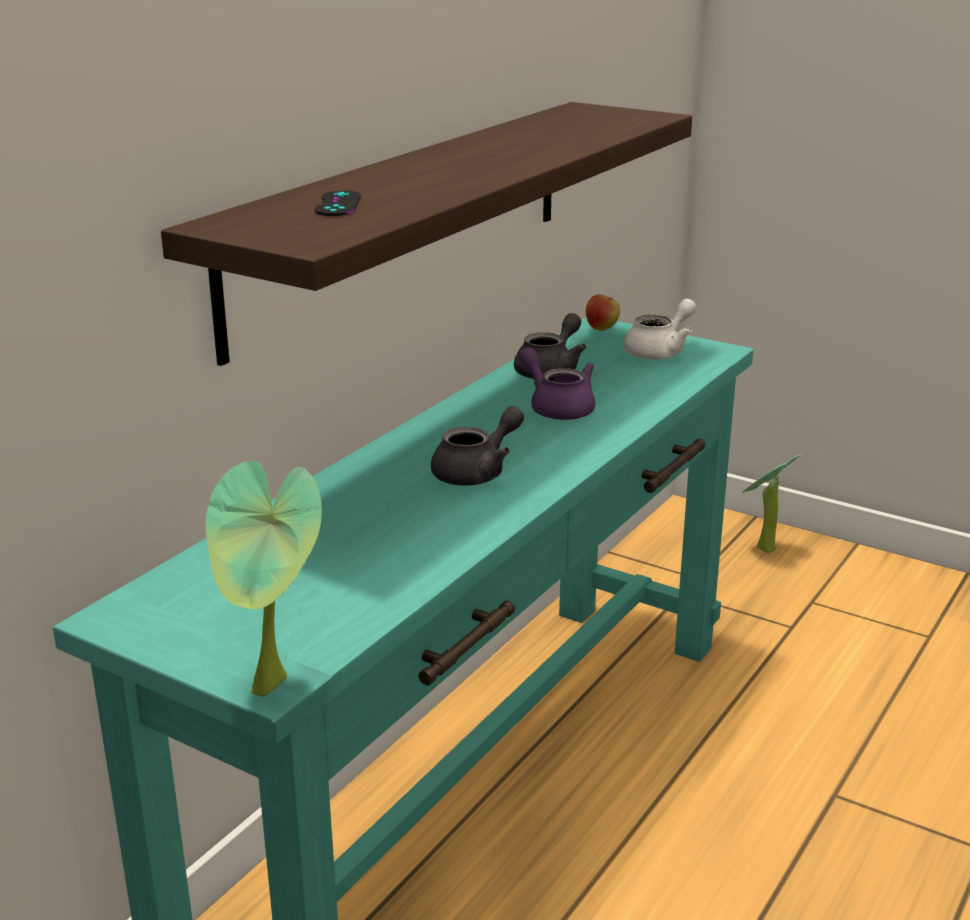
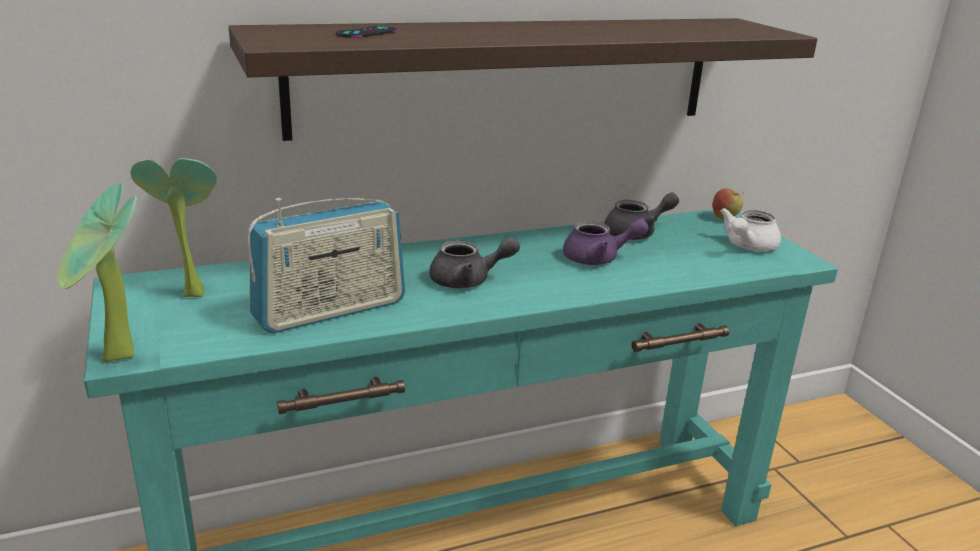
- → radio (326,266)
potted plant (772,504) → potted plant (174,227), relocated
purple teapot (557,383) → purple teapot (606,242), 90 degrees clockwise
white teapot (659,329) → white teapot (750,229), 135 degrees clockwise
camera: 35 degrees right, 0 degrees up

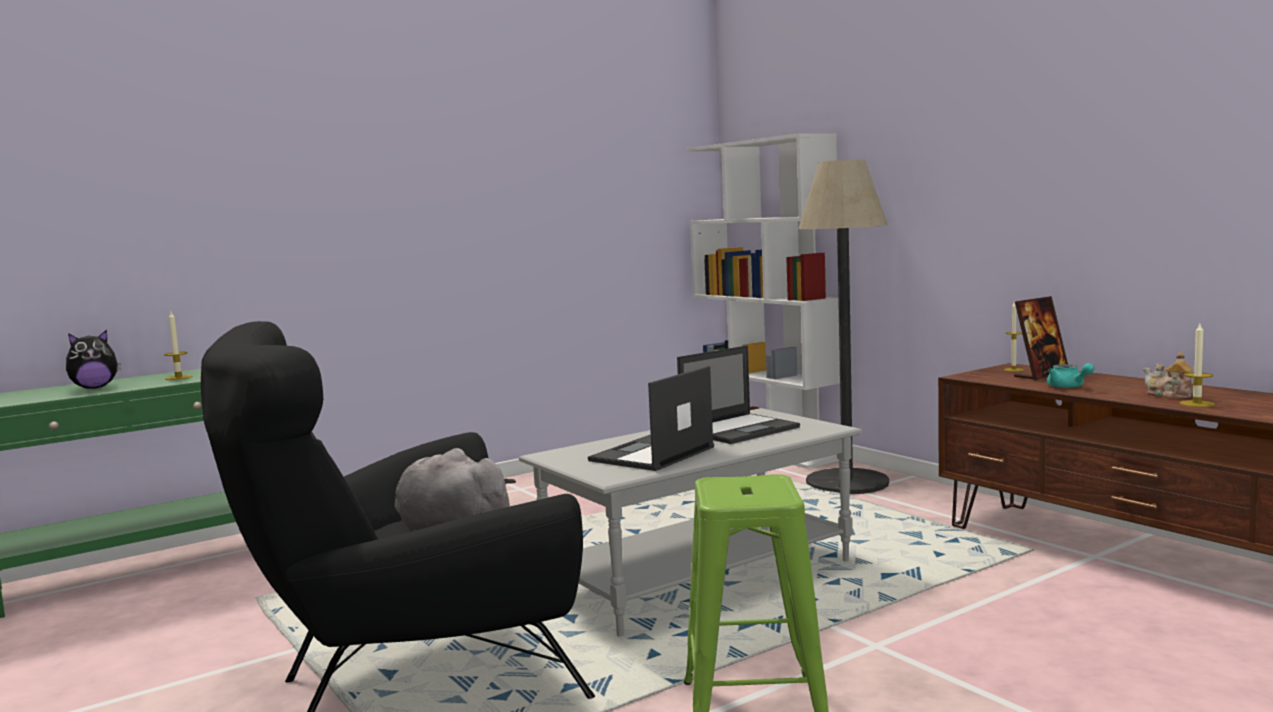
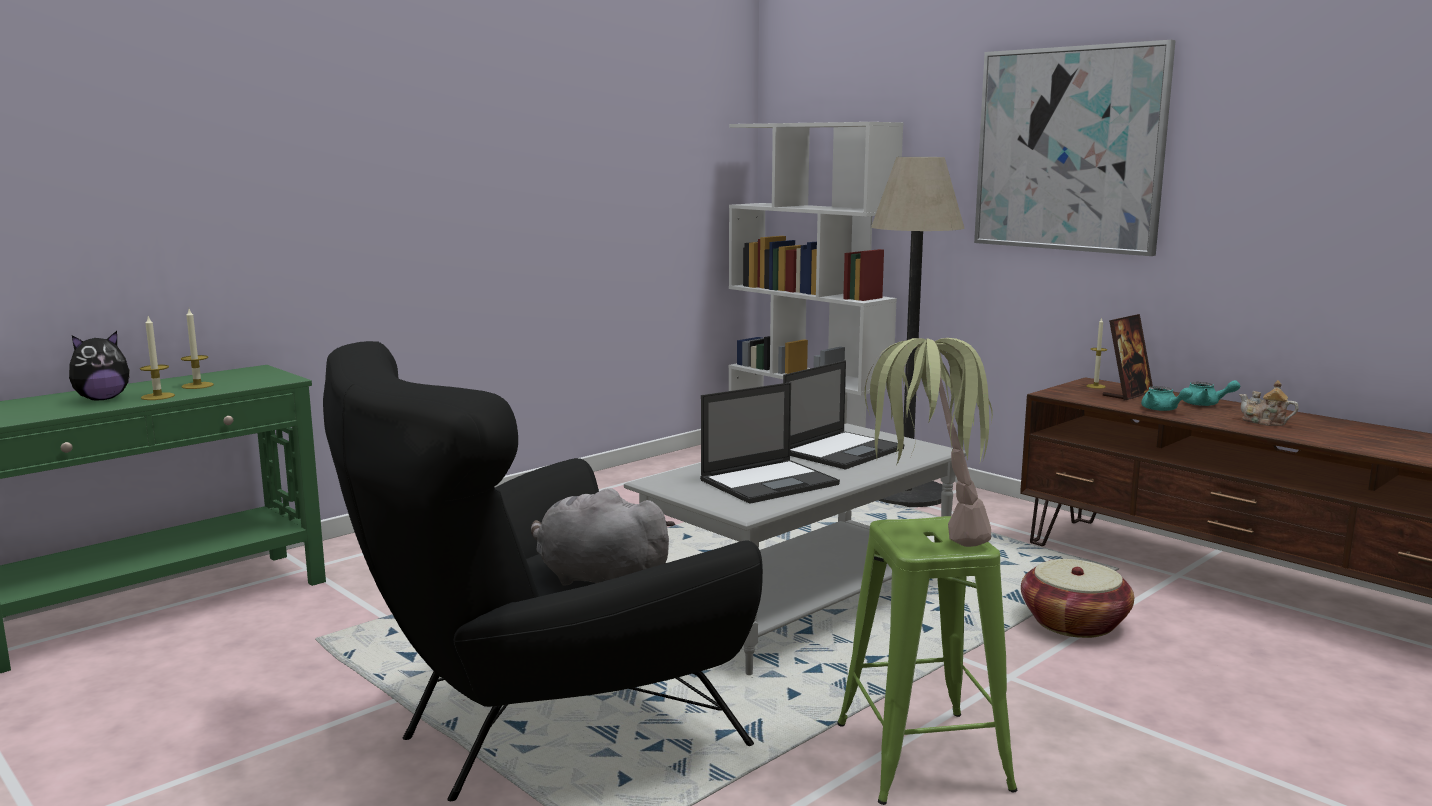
- → potted plant (929,442)
- → picture (1075,148)
- → basket (1077,598)
- → turquoise teapot (1211,393)
candle (1197,365) → candle (157,358), relocated
laptop (651,418) → laptop (770,443), 150 degrees counterclockwise
camera: 10 degrees left, 5 degrees up

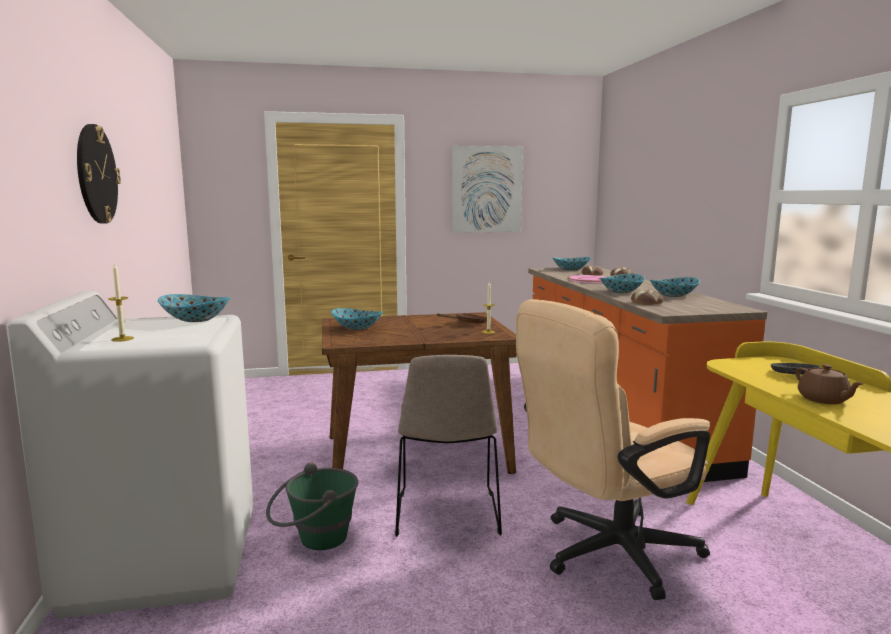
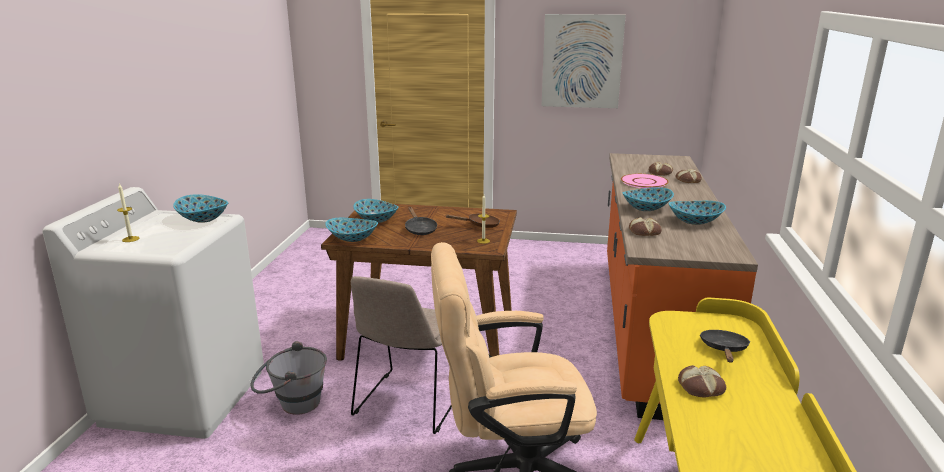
wall clock (99,174) → -
- → black frying pan (421,221)
bowl (571,264) → bowl (351,230), relocated
brown teapot (829,384) → bread (702,381)
green bucket (312,506) → grey bucket (288,378)
camera: 20 degrees right, 10 degrees up

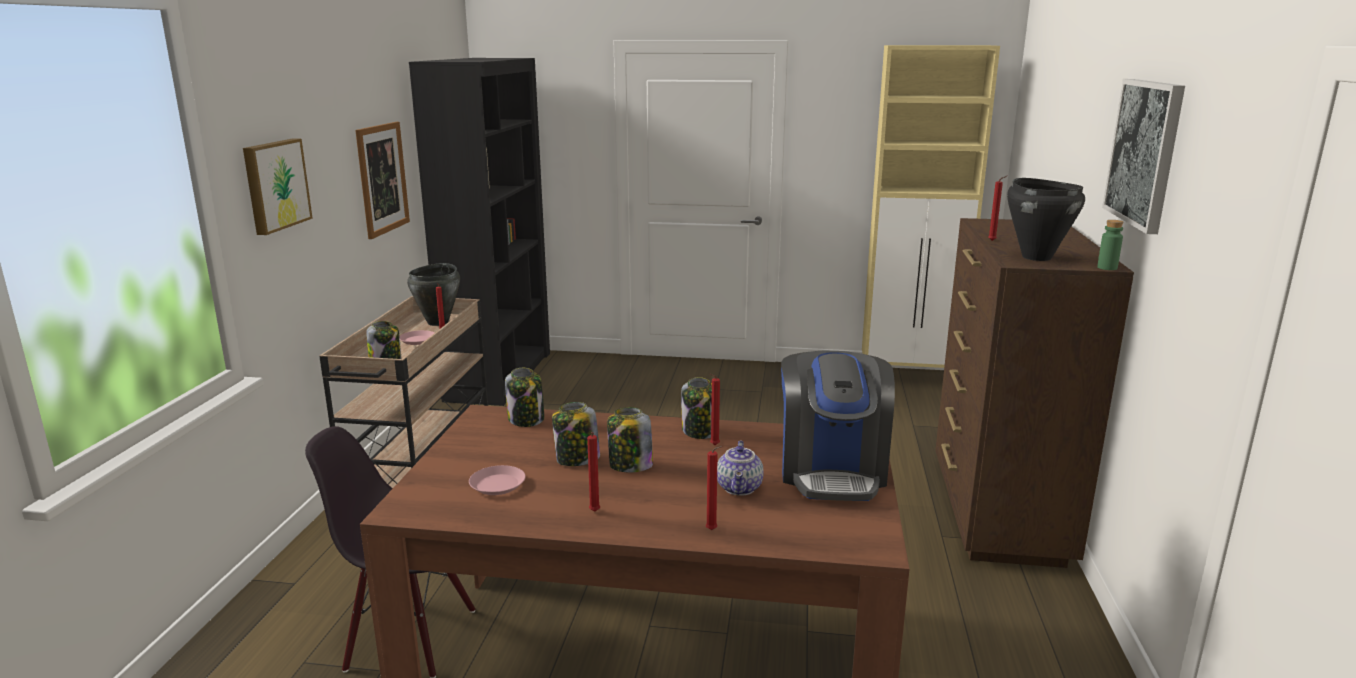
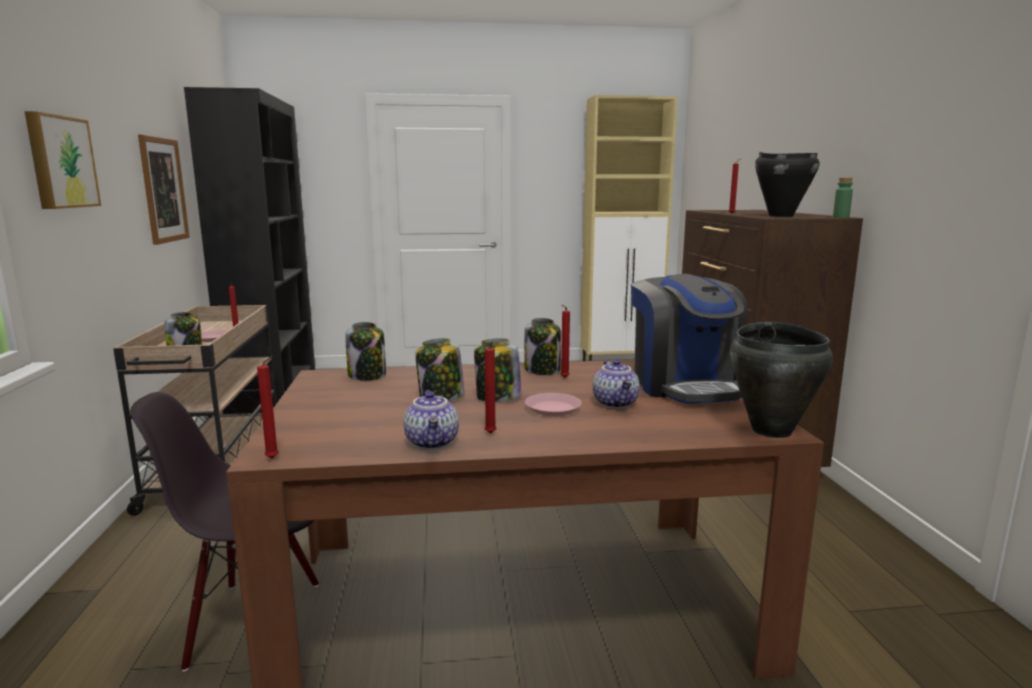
picture (1143,156) → -
- → teapot (431,420)
black cooking pot (433,294) → black cooking pot (781,380), relocated
pink plate (497,480) → pink plate (553,404), relocated
red candle (713,488) → red candle (268,407), relocated
camera: 15 degrees left, 5 degrees down

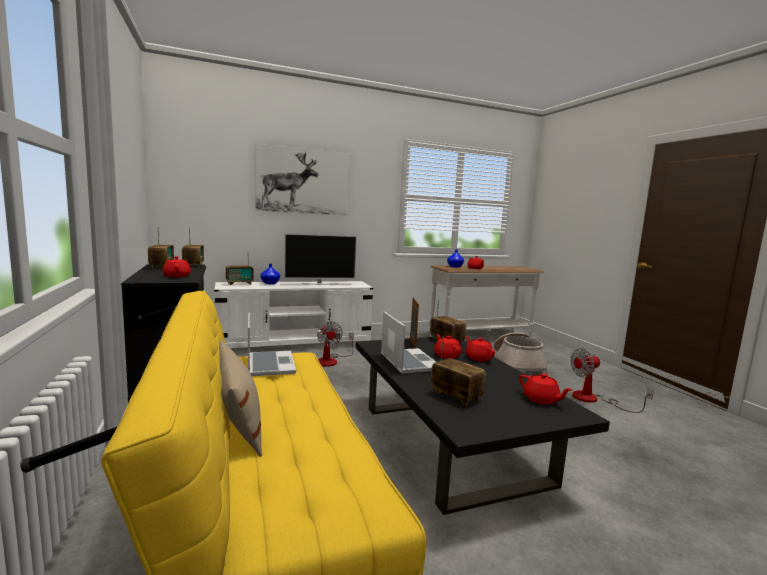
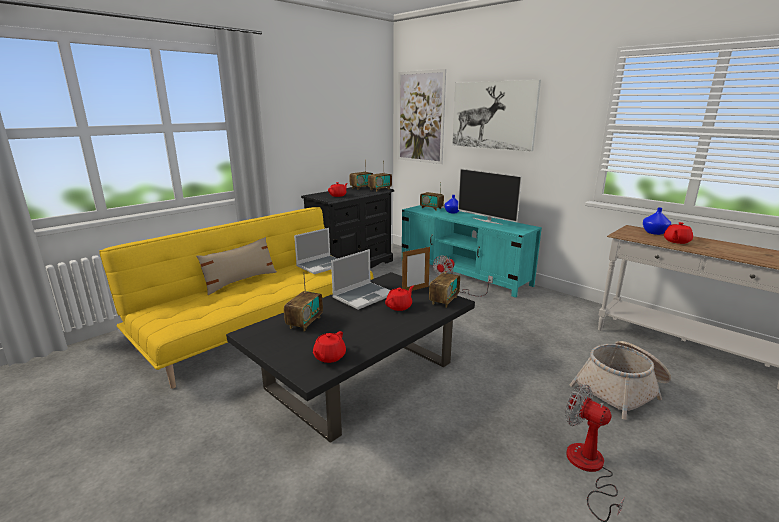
red teapot (480,349) → -
- → picture (422,116)
white tv stand (293,314) → turquoise tv stand (472,251)
camera: 65 degrees right, 10 degrees up

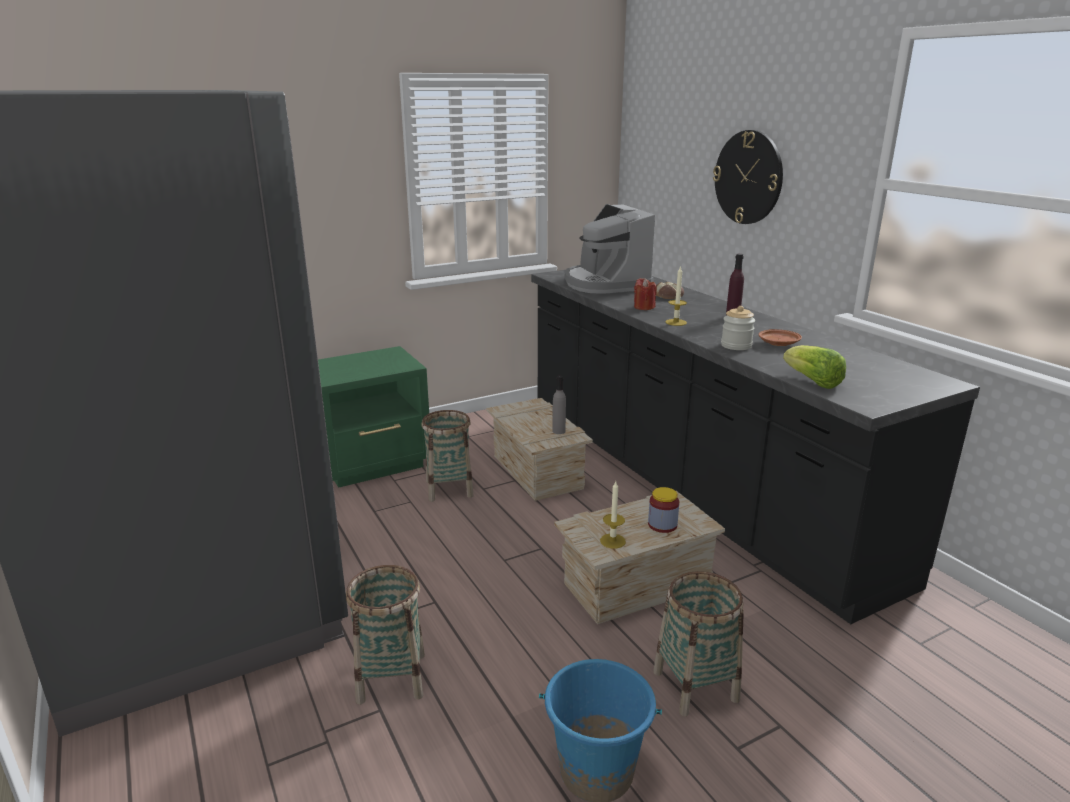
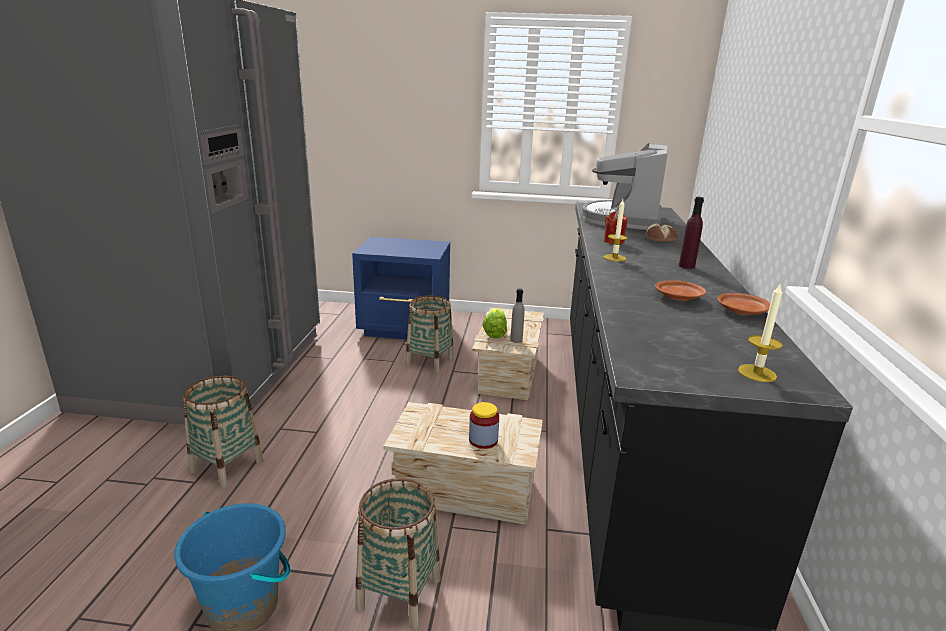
wall clock (748,177) → -
jar (738,328) → -
- → brown plate (744,304)
candle (613,515) → candle (760,333), relocated
lettuce (814,367) → lettuce (494,323), relocated
green nightstand (373,417) → blue nightstand (401,288)
camera: 35 degrees right, 0 degrees up

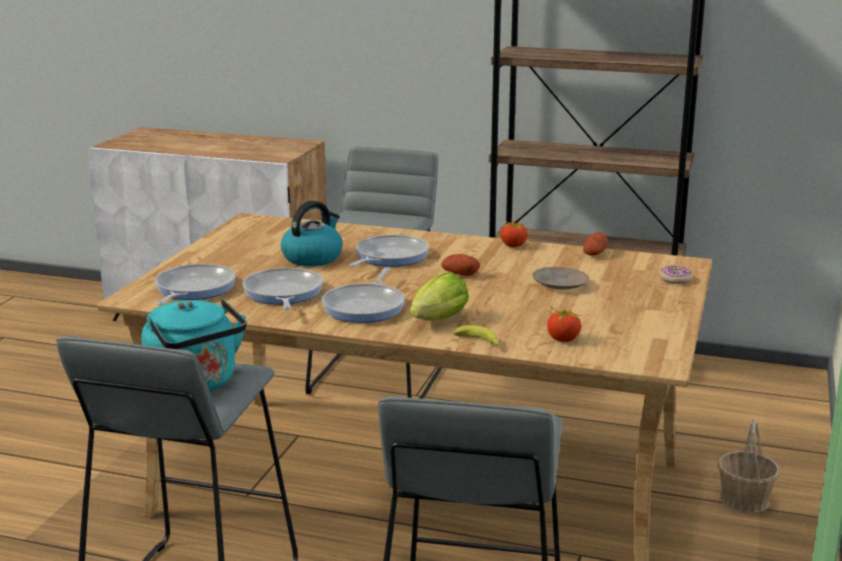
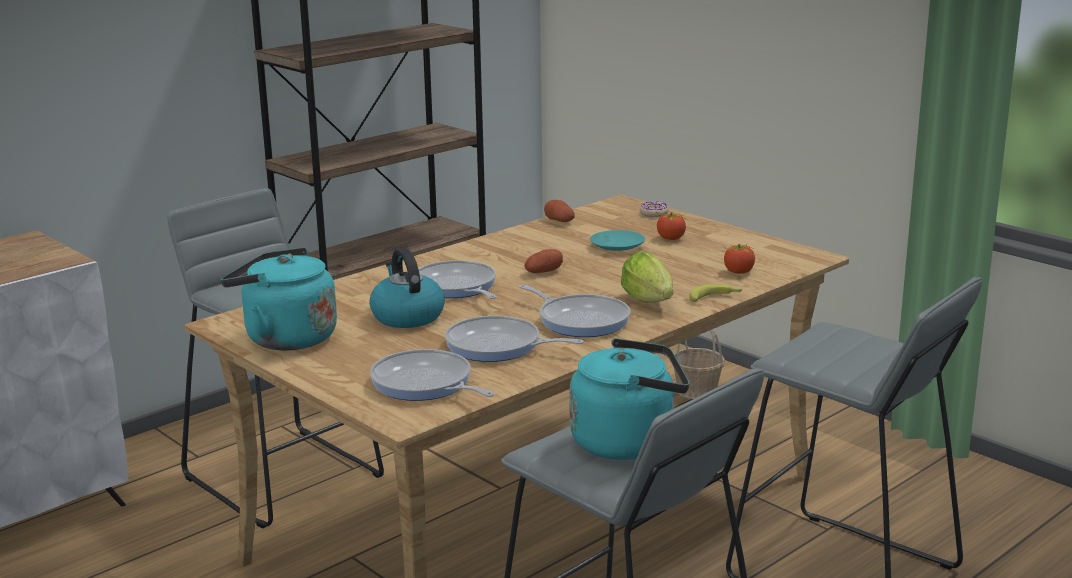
- → turquoise kettle (279,299)
tomato (514,232) → tomato (672,226), relocated
beige plate (560,278) → turquoise plate (617,240)
camera: 60 degrees left, 0 degrees up

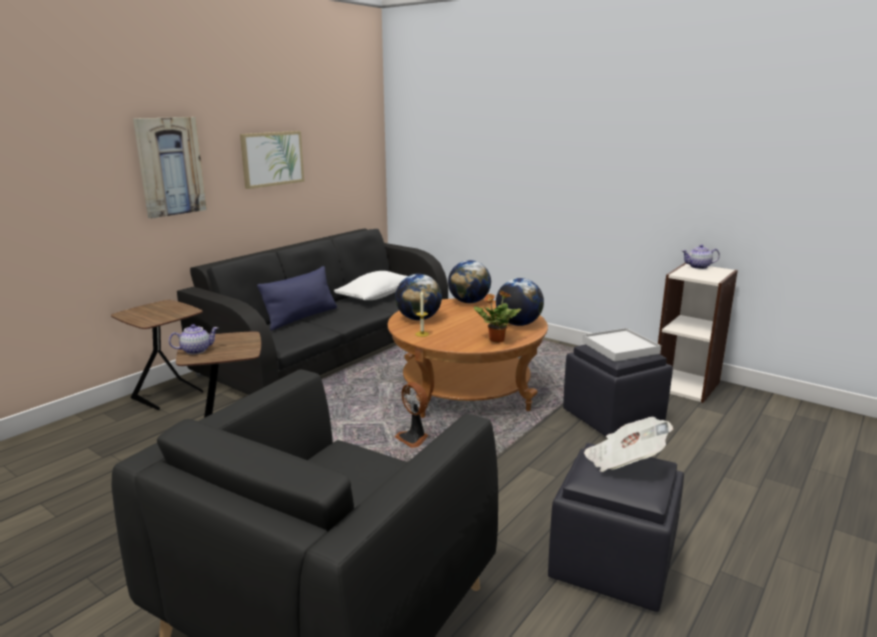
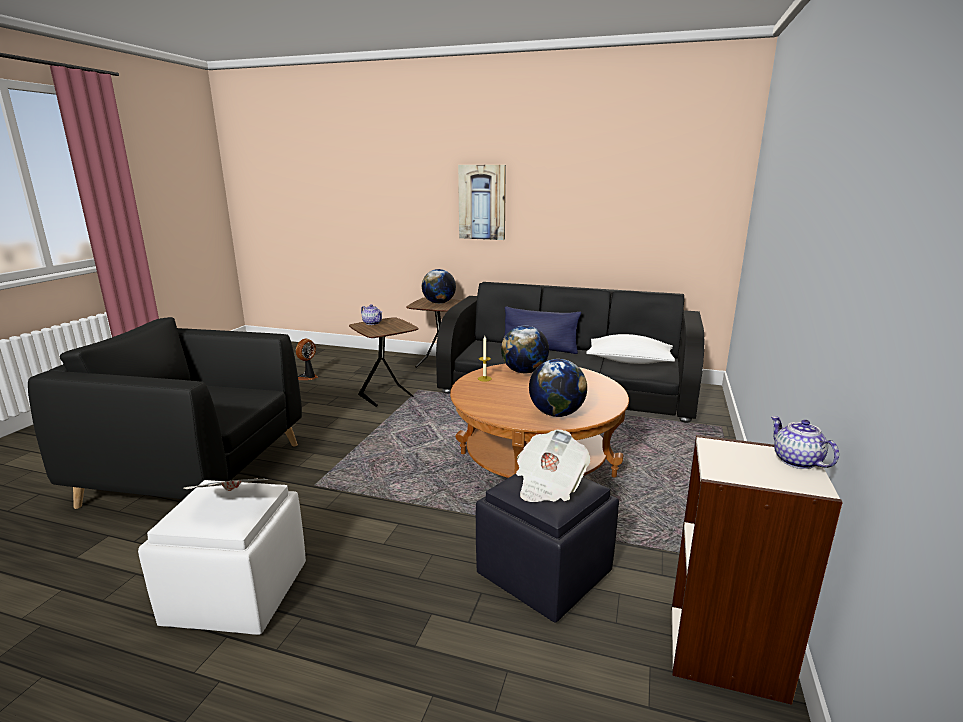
picture (272,160) → -
potted plant (497,316) → -
fan (412,415) → fan (307,359), relocated
globe (469,281) → globe (439,286), relocated
white tray (621,345) → newspaper (553,465)
black ottoman (616,527) → white ottoman (222,557)
camera: 70 degrees right, 0 degrees up

